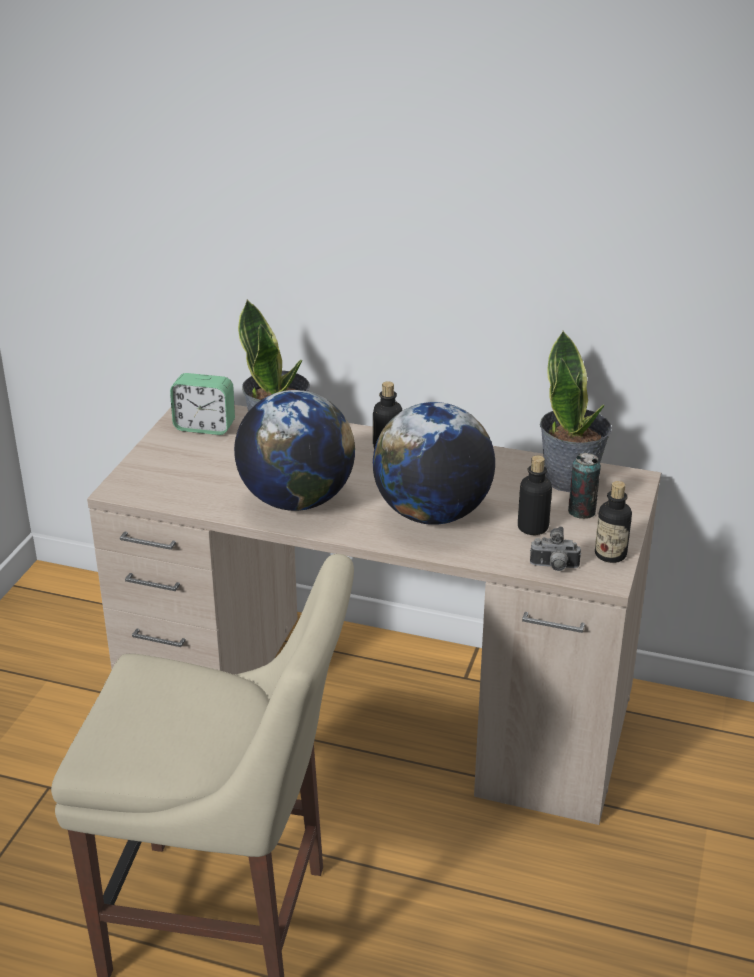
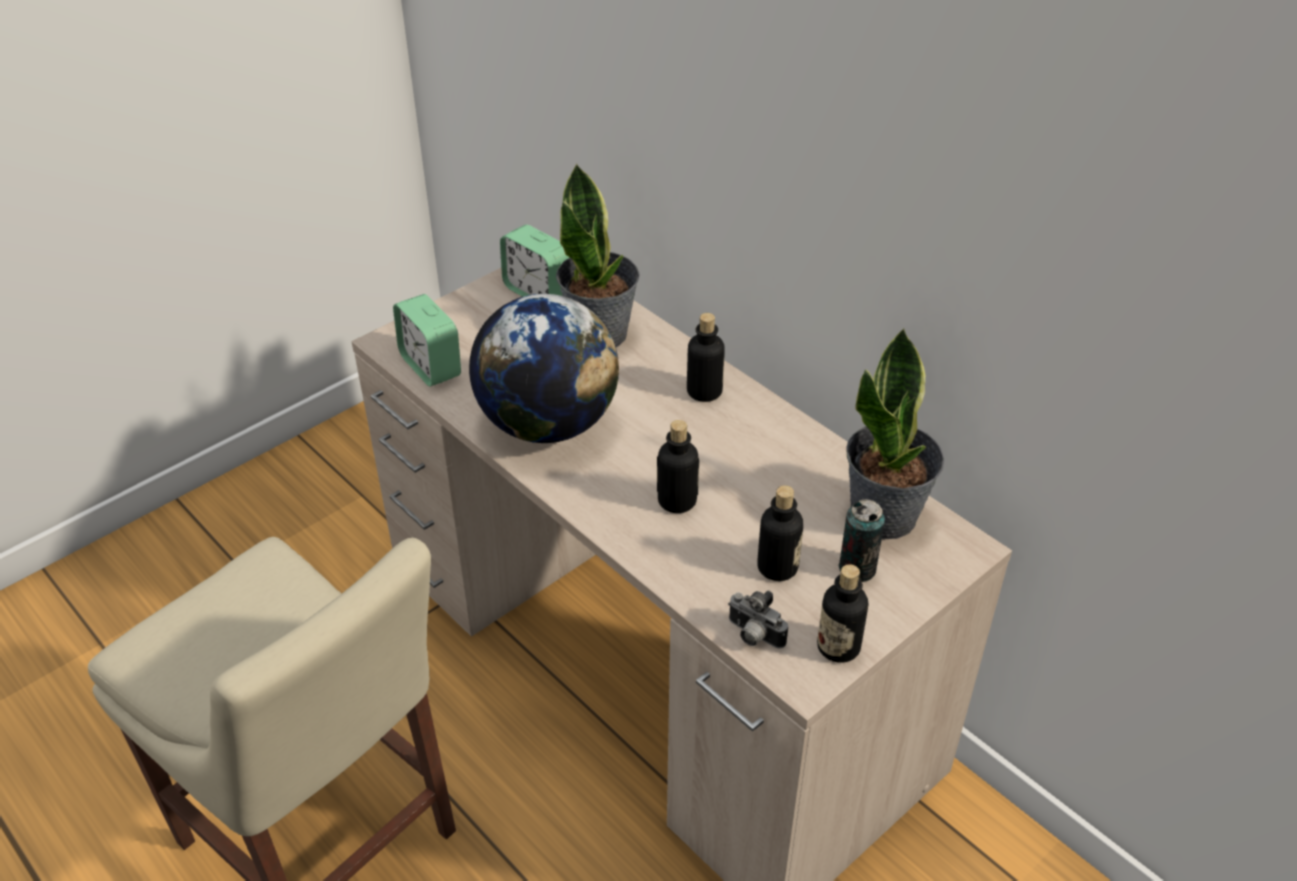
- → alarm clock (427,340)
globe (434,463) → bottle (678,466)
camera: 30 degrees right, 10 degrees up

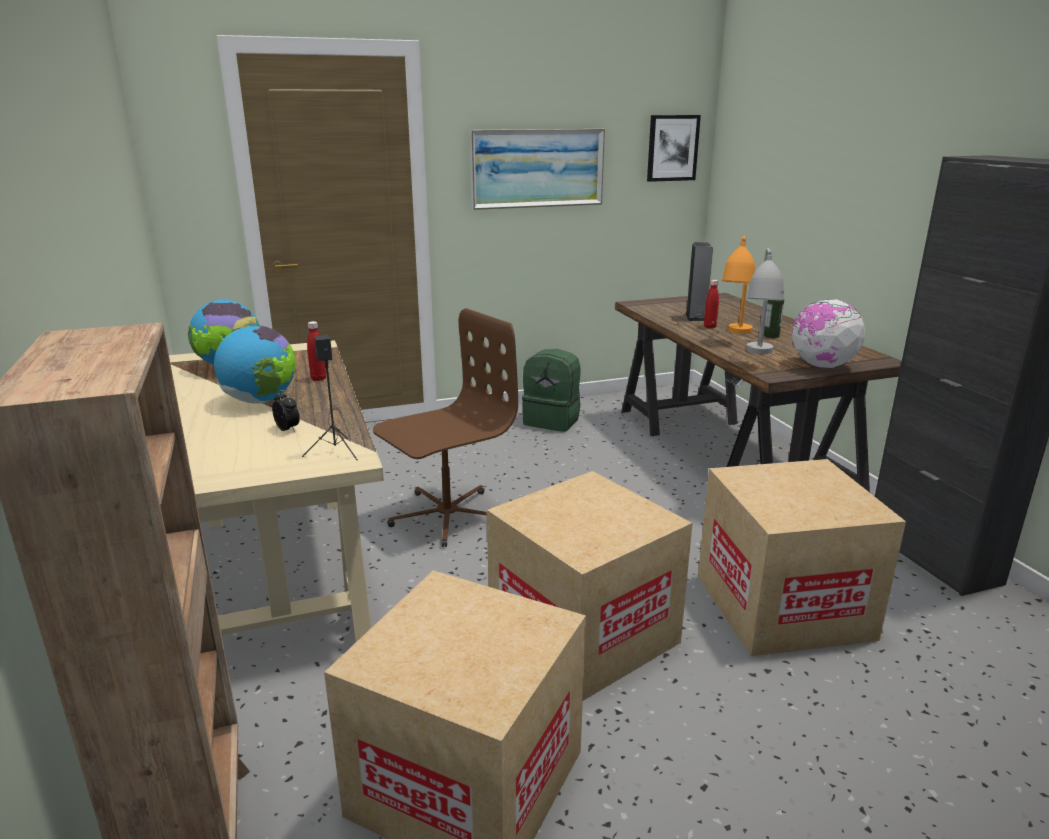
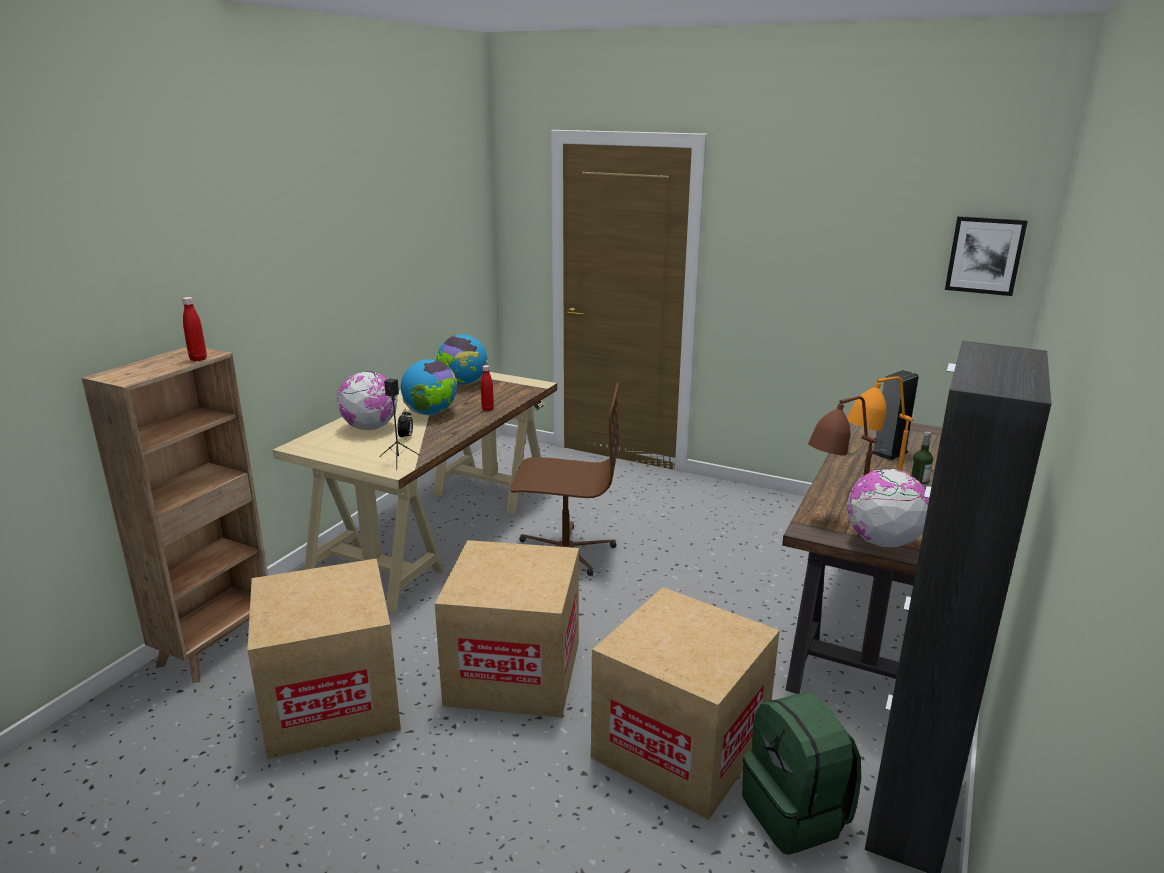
picture (537,169) → -
- → globe (367,400)
green backpack (551,390) → green backpack (801,773), relocated
red bottle (711,304) → red bottle (194,329), relocated
grey table lamp (765,301) → brown table lamp (842,448)
camera: 45 degrees right, 0 degrees up

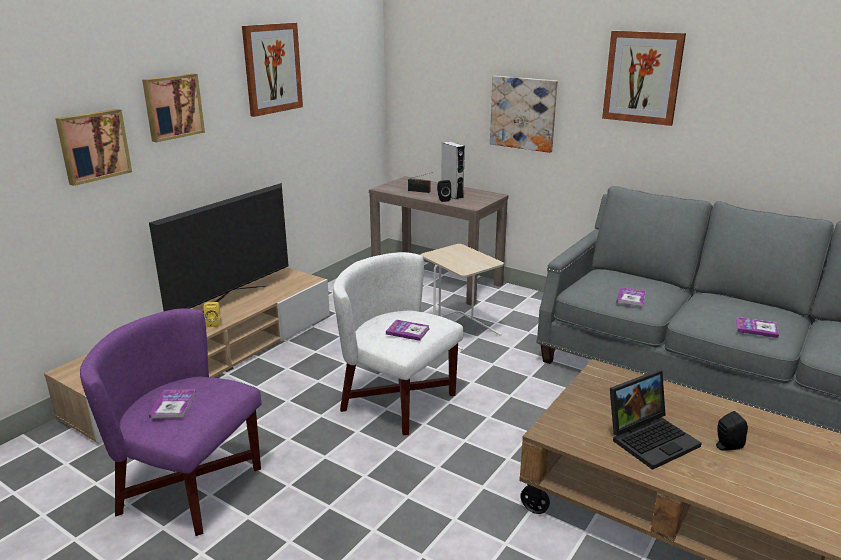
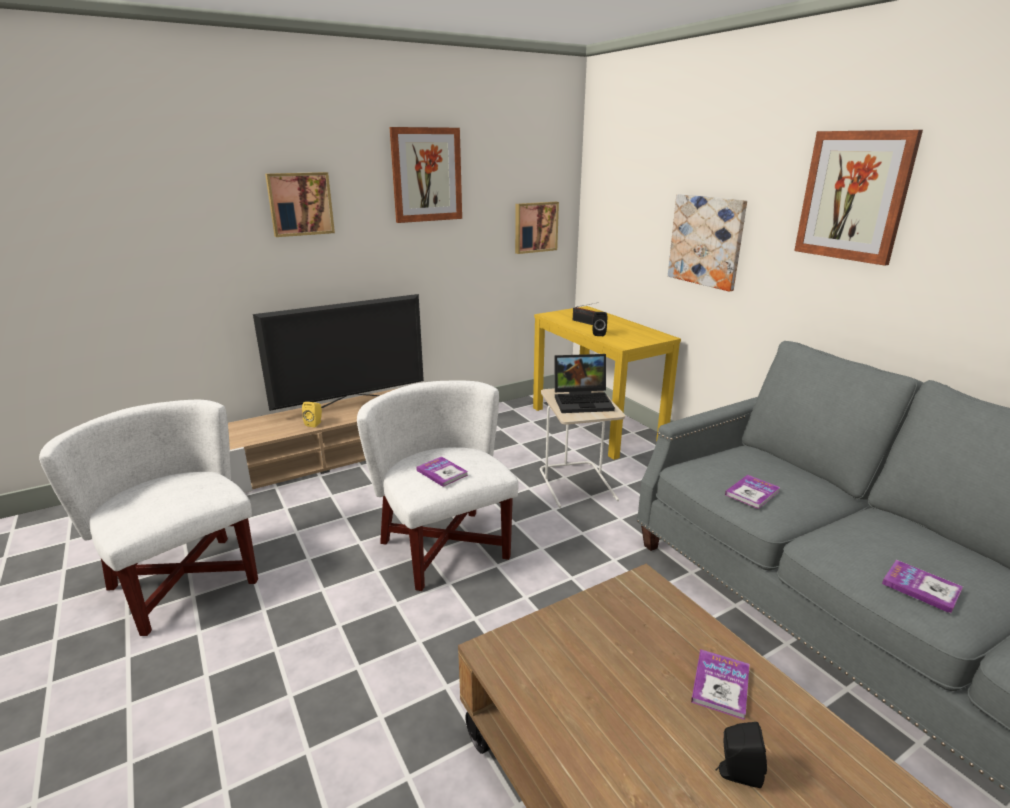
grey speaker (453,170) → -
picture (93,147) → picture (537,228), relocated
book (172,404) → book (720,684), relocated
laptop (656,420) → laptop (584,383), relocated
purple armchair (170,422) → white armchair (148,518)
brown console table (439,241) → yellow console table (607,383)
camera: 25 degrees right, 0 degrees up

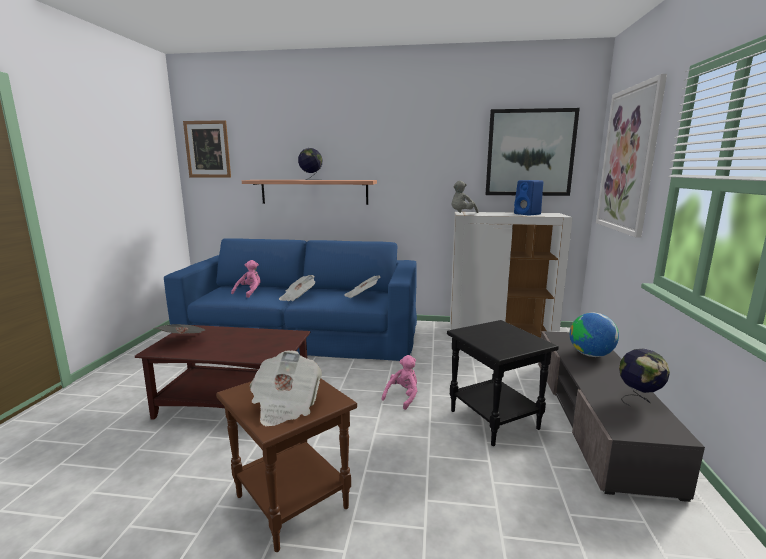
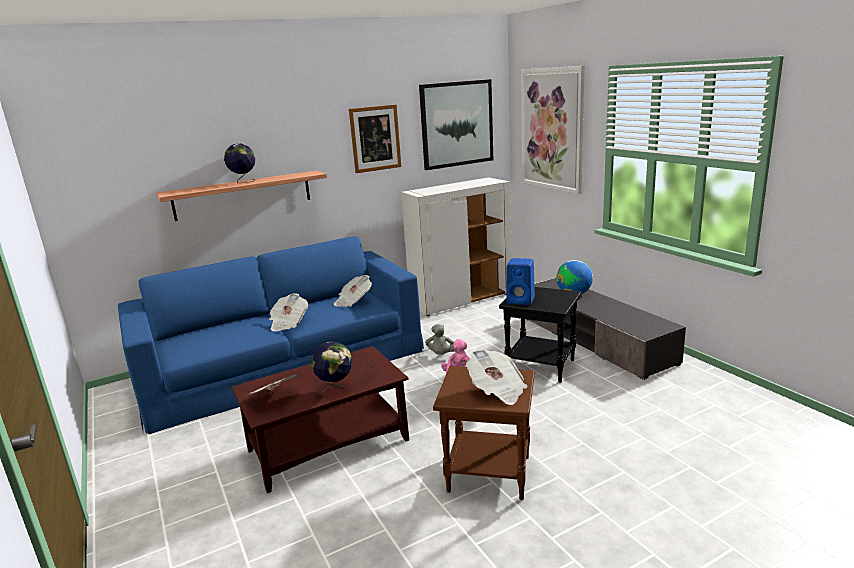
pink plush toy (246,279) → -
picture (207,149) → picture (375,139), relocated
grey plush toy (465,197) → grey plush toy (439,339), relocated
blue speaker (528,198) → blue speaker (520,281), relocated
globe (644,377) → globe (331,370), relocated
camera: 35 degrees left, 5 degrees up

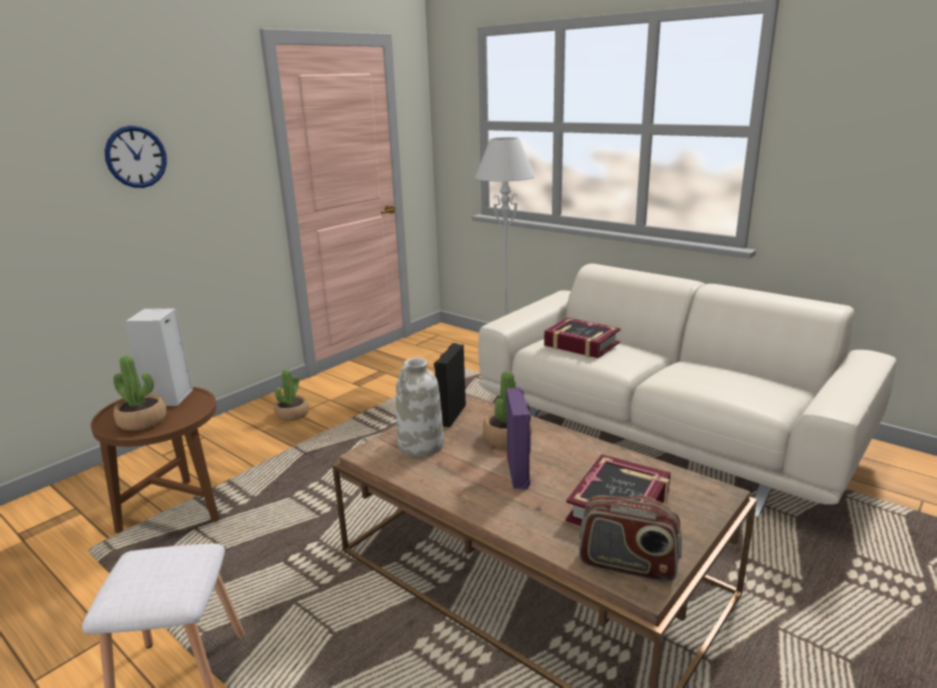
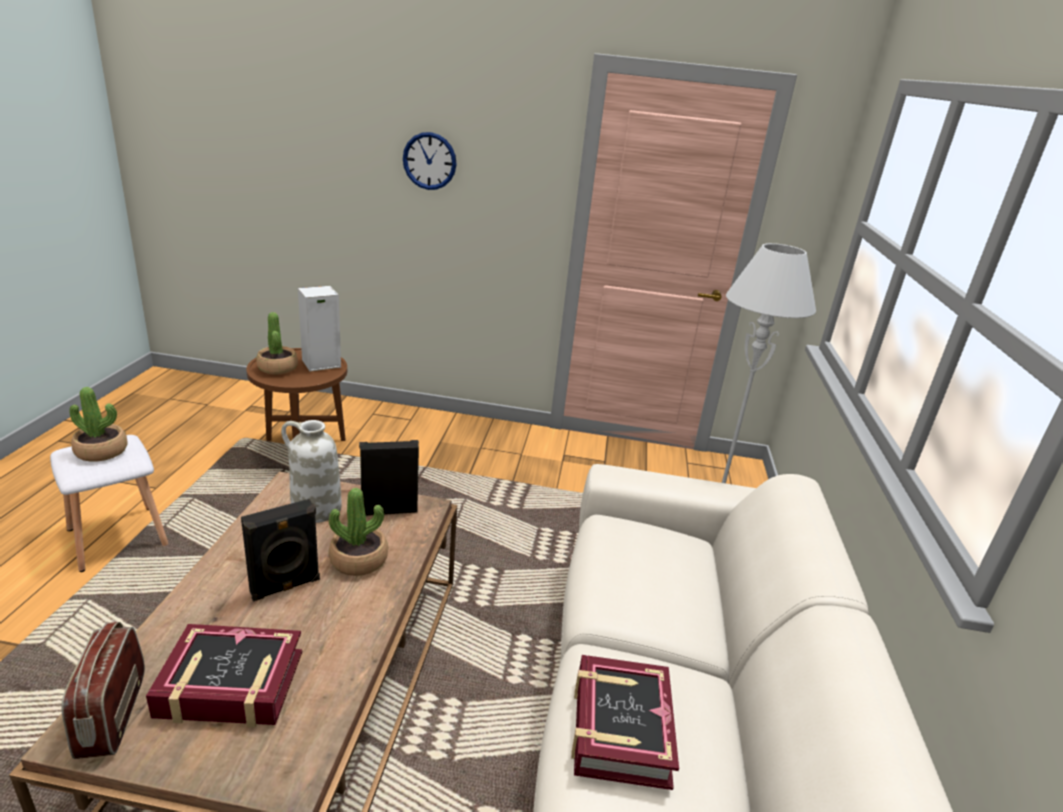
potted plant (291,395) → potted plant (99,424), relocated
book (582,338) → book (625,722), relocated
purple speaker (519,438) → black speaker (280,550)
camera: 55 degrees right, 5 degrees up

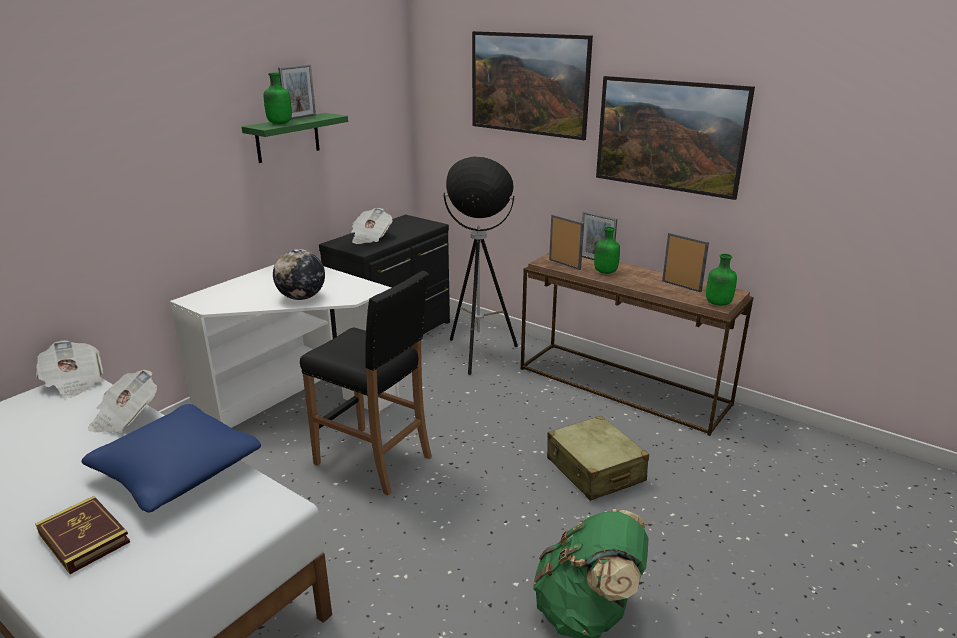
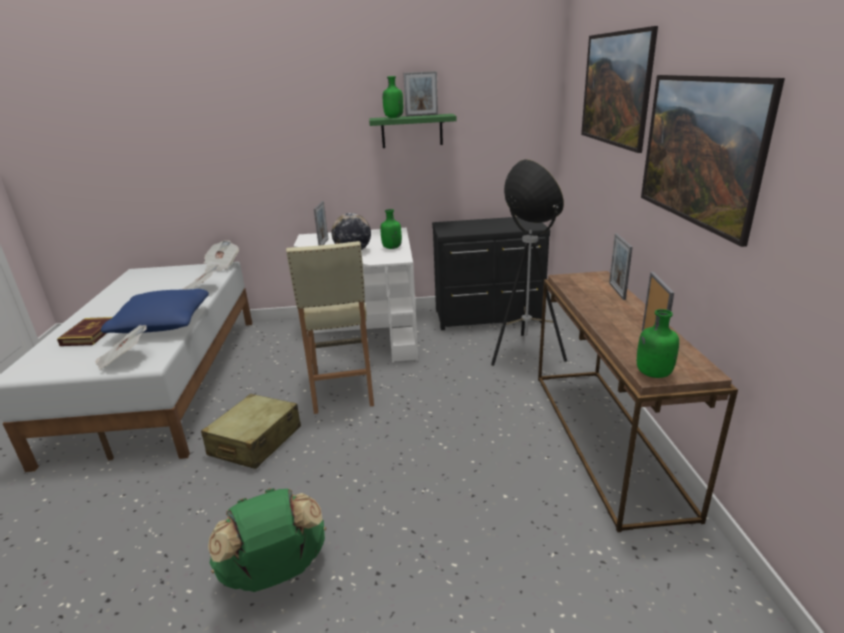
newspaper (372,226) → newspaper (121,347), relocated
beige suitcase (598,458) → beige suitcase (251,431), relocated
picture frame (566,242) → picture frame (321,223), relocated
green bottle (607,250) → green bottle (391,229), relocated
black stool (366,383) → beige stool (330,327)
camera: 50 degrees right, 0 degrees up

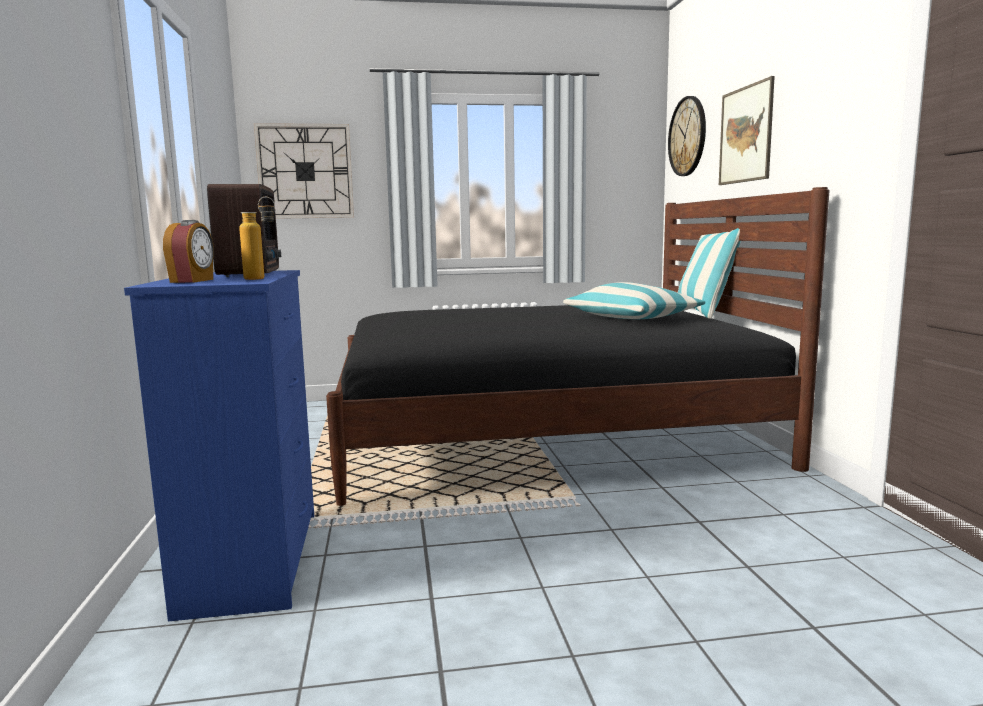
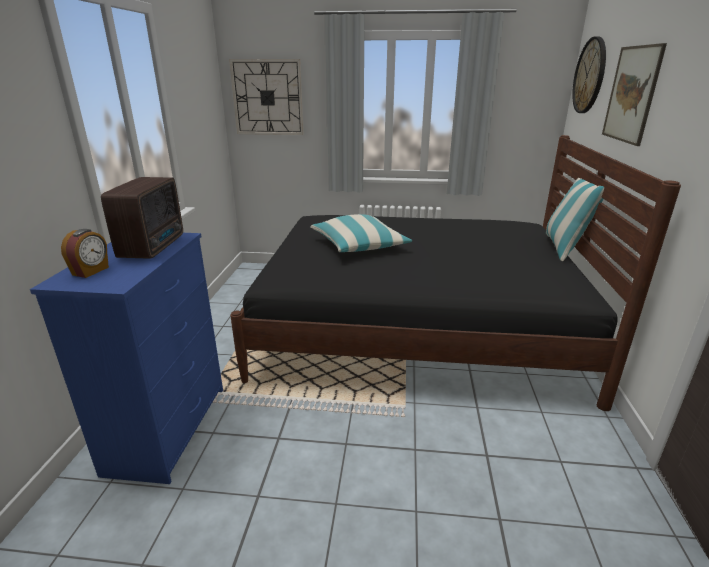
bottle (257,238) → -
pillow (634,300) → pillow (361,233), relocated
camera: 15 degrees right, 15 degrees up

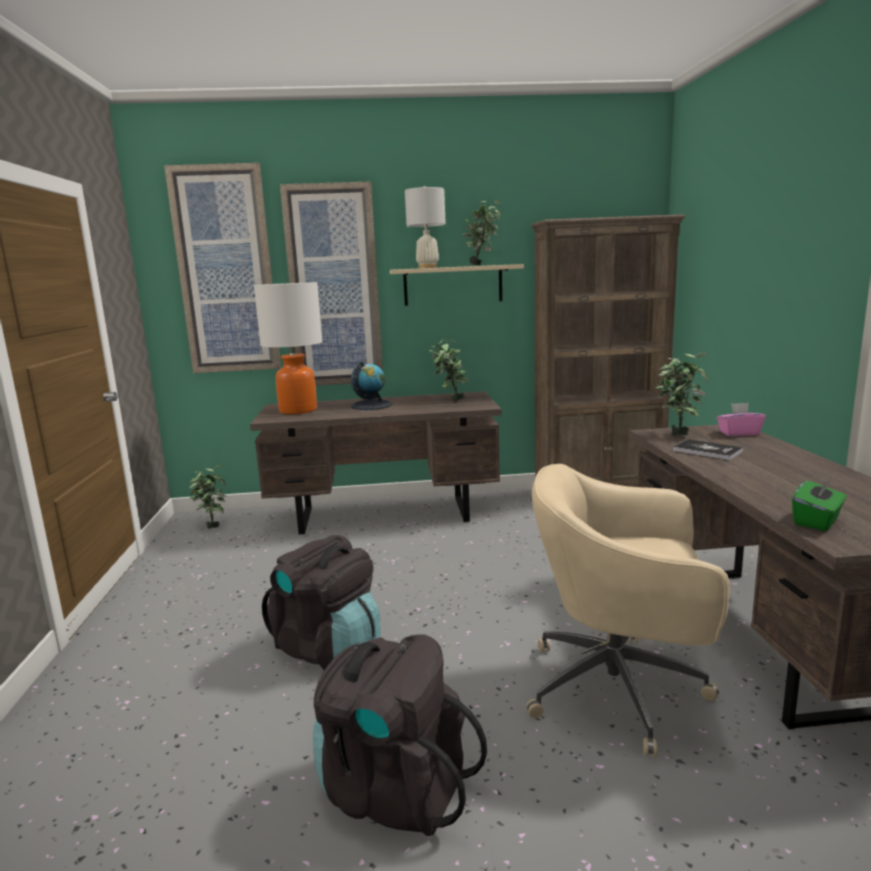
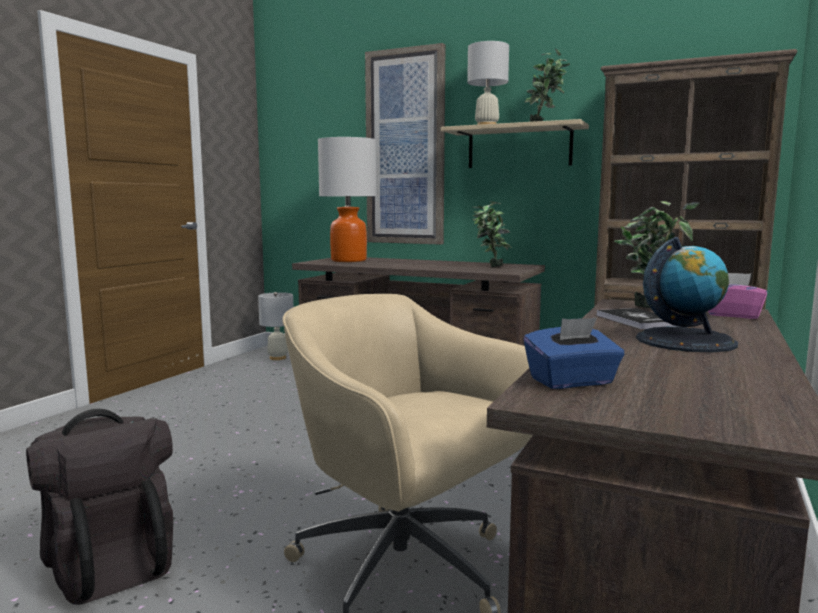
picture (222,268) → -
black backpack (321,602) → -
globe (371,385) → globe (687,294), relocated
potted plant (207,497) → white table lamp (275,326)
green tissue box (819,503) → blue tissue box (574,353)
camera: 30 degrees right, 5 degrees down

